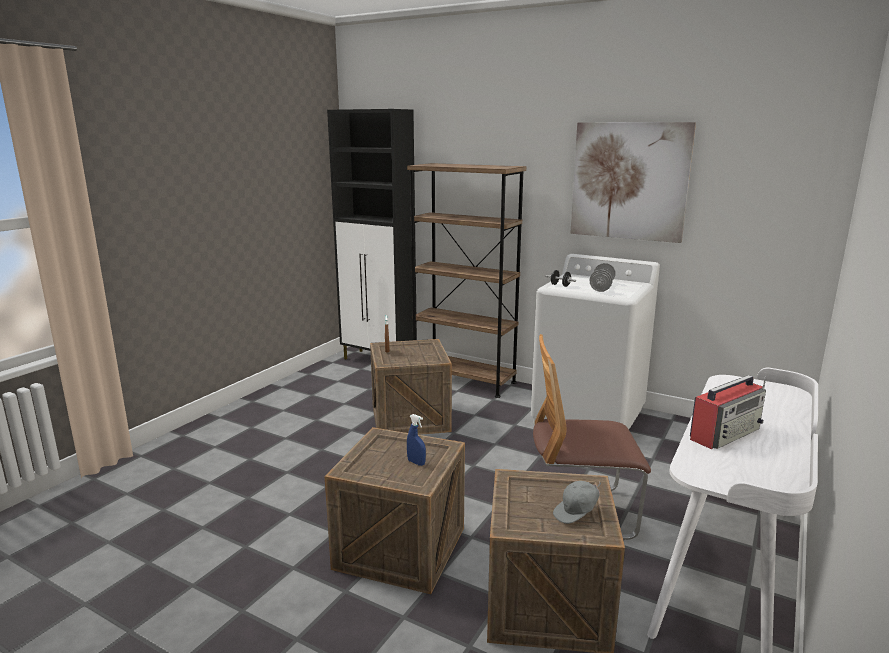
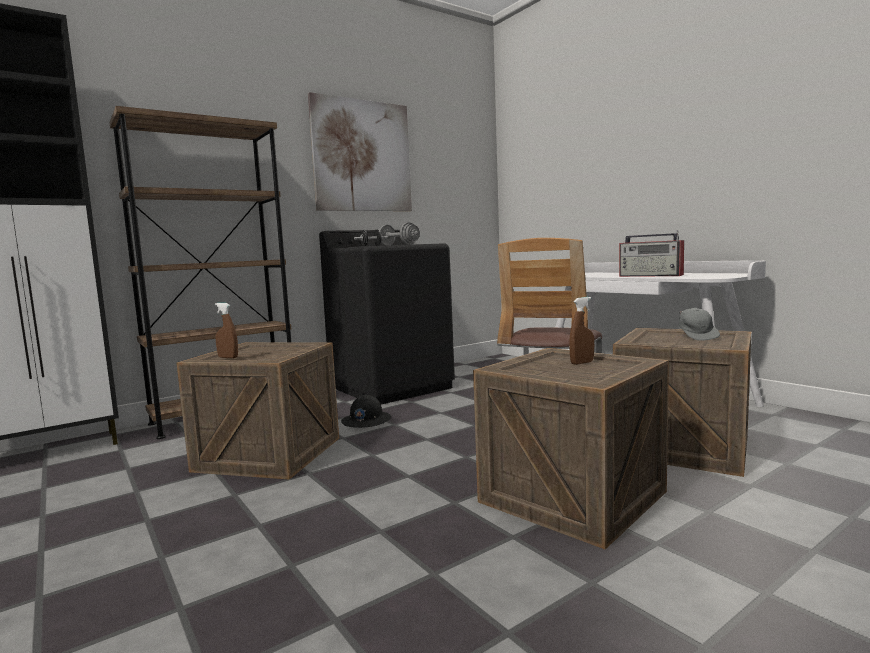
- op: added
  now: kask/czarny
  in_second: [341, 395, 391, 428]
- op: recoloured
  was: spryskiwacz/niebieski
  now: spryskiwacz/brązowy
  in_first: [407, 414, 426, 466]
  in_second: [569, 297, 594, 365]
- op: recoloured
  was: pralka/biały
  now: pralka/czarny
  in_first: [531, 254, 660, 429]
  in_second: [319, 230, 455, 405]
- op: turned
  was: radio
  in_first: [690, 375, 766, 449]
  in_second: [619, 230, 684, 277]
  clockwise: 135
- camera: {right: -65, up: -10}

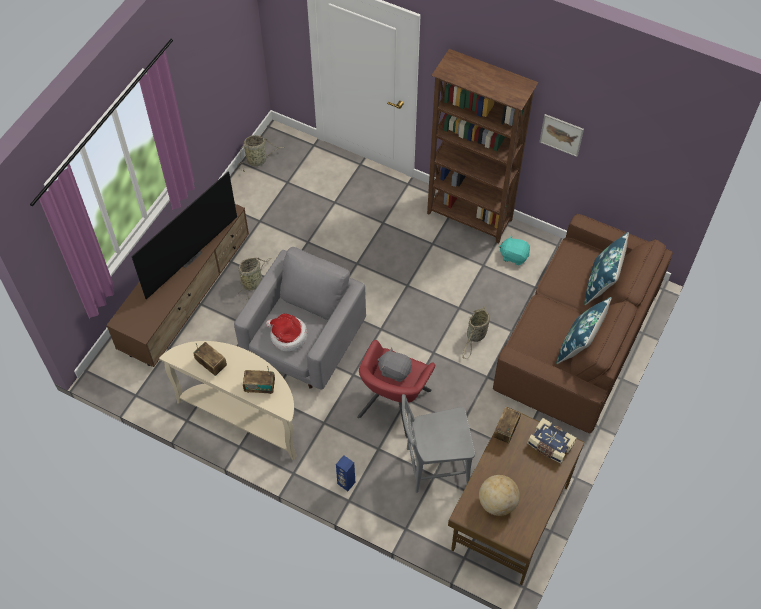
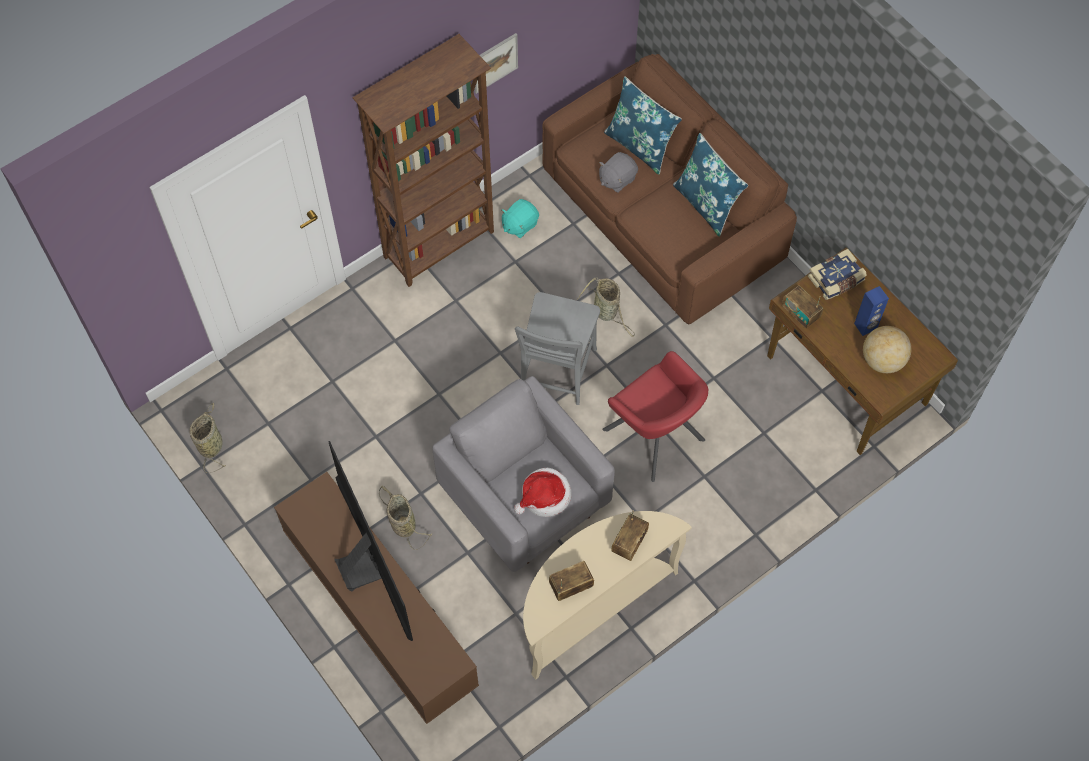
- op: moved
  was: głośnik/niebieski
  in_first: [336, 455, 356, 491]
  in_second: [854, 286, 889, 336]
- op: moved
  was: pluszak/szary
  in_first: [377, 347, 412, 382]
  in_second: [599, 152, 638, 193]
- op: moved
  was: krzesło/szary
  in_first: [402, 394, 475, 493]
  in_second: [515, 292, 600, 405]
- camera: {right: -65, up: 5}

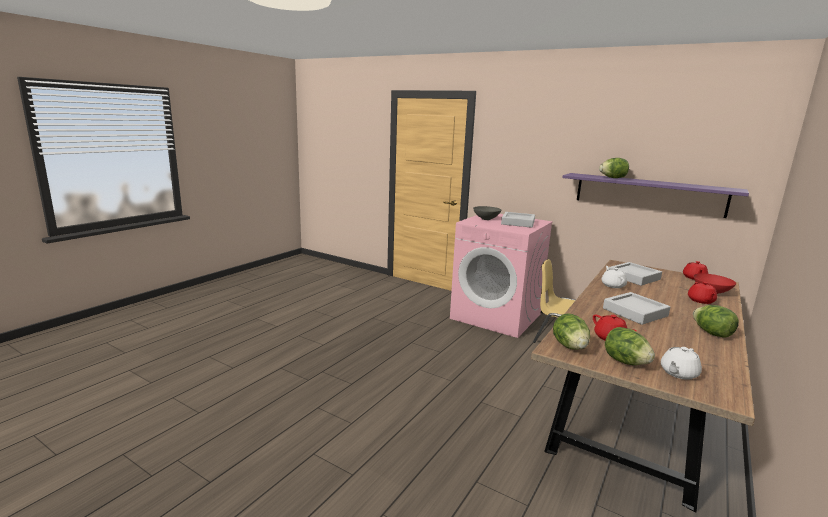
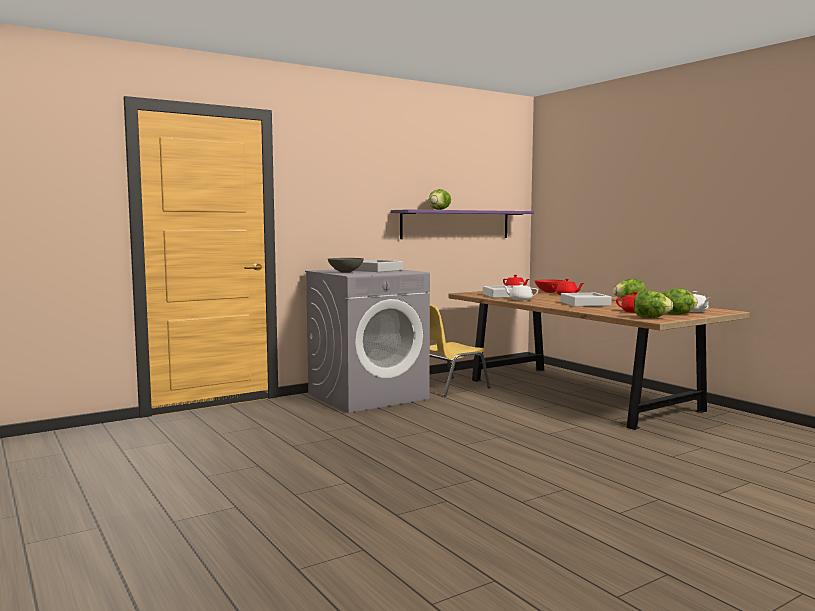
- op: recoloured
  was: pralka/różowy
  now: pralka/szary
  in_first: [450, 214, 553, 338]
  in_second: [305, 269, 430, 413]
- camera: {right: -65, up: -10}

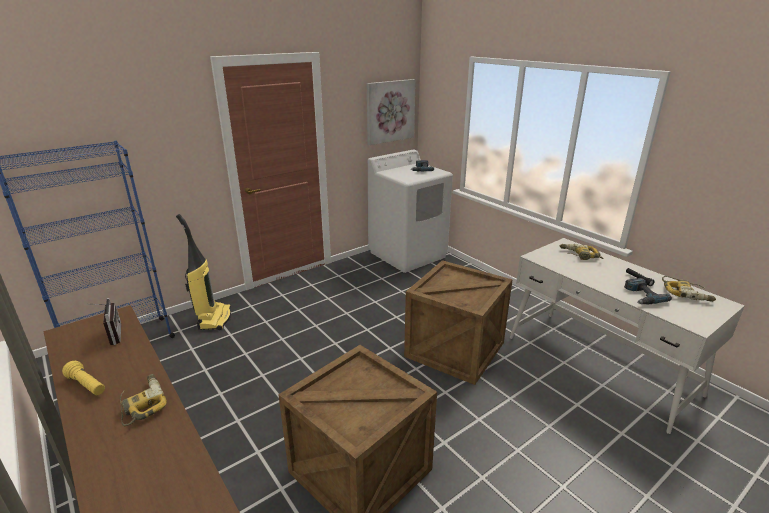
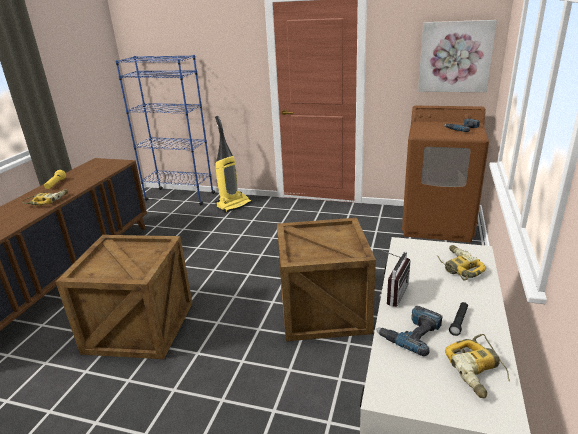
- op: moved
  was: radio
  in_first: [90, 298, 121, 345]
  in_second: [384, 251, 411, 307]
- op: recoloured
  was: pralka/biały
  now: pralka/brązowy
  in_first: [368, 149, 453, 273]
  in_second: [402, 106, 489, 242]
- camera: {right: 55, up: 0}

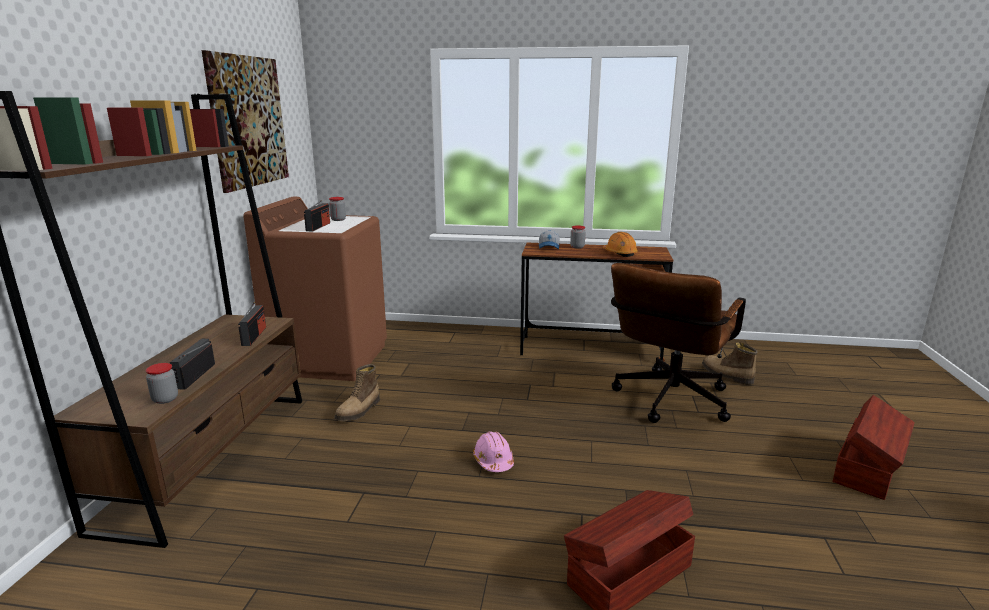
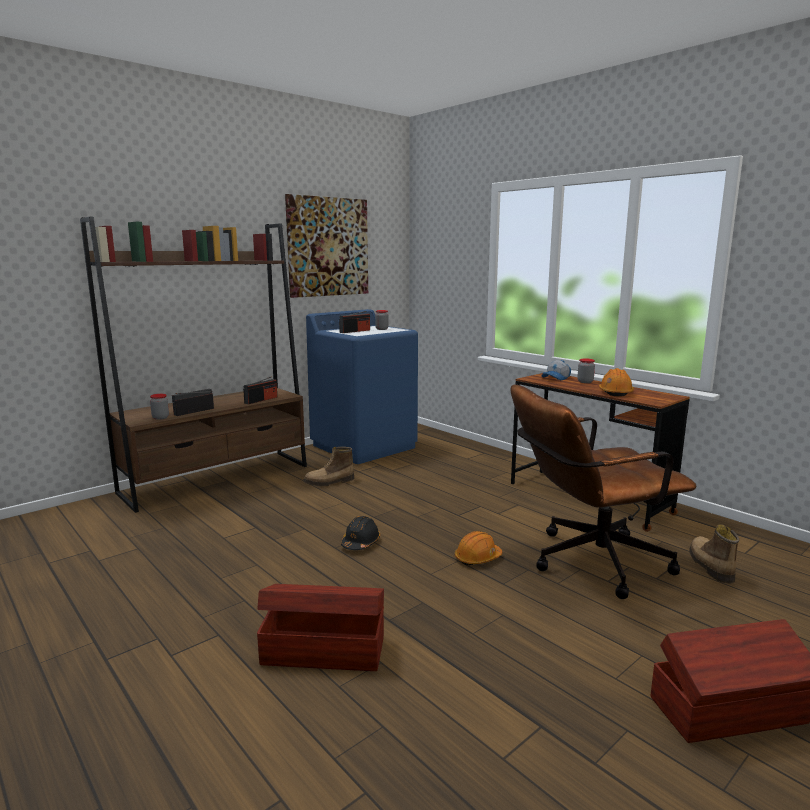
- op: added
  now: kask/pomarańczowy
  in_second: [455, 531, 502, 566]
- op: recoloured
  was: pralka/brązowy
  now: pralka/niebieski
  in_first: [243, 197, 387, 381]
  in_second: [306, 309, 418, 464]
- op: recoloured
  was: kask/różowy
  now: kask/czarny
  in_first: [473, 431, 514, 472]
  in_second: [341, 516, 380, 550]
- camera: {right: 40, up: -5}

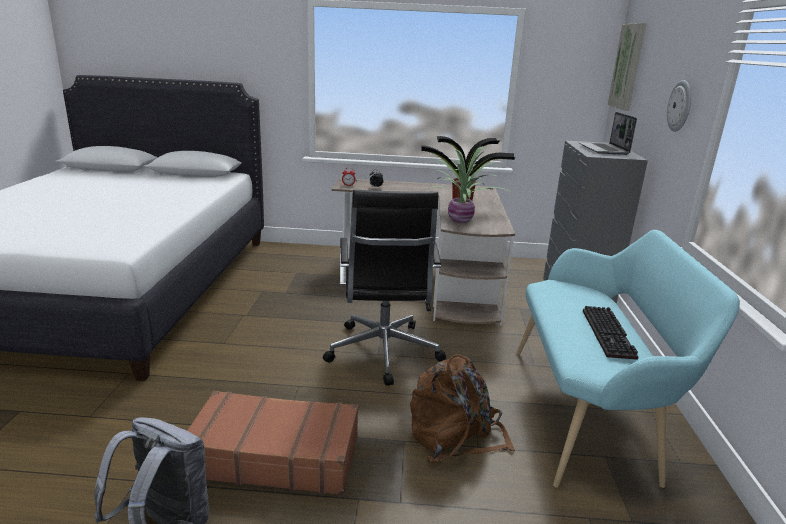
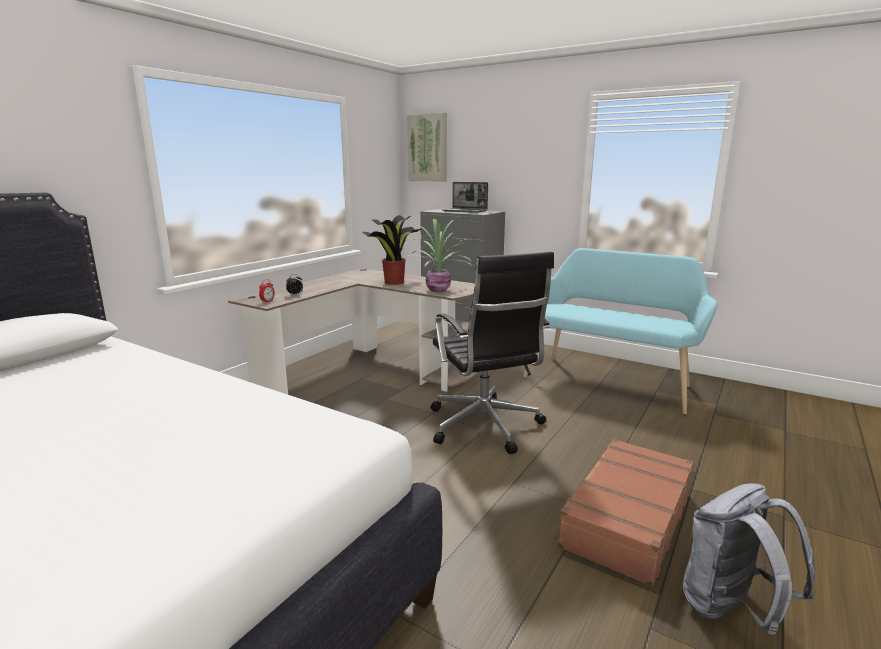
- op: removed
  was: plecak/brązowy
  in_first: [410, 354, 515, 463]
- op: removed
  was: klawiatura
  in_first: [583, 306, 638, 360]
- op: removed
  was: zegar ścienny
  in_first: [667, 80, 691, 132]
- op: turned
  was: krzesło biurowe/czarny
  in_first: [323, 190, 446, 386]
  in_second: [431, 252, 554, 454]
  clockwise: 45
- camera: {right: -60, up: -5}

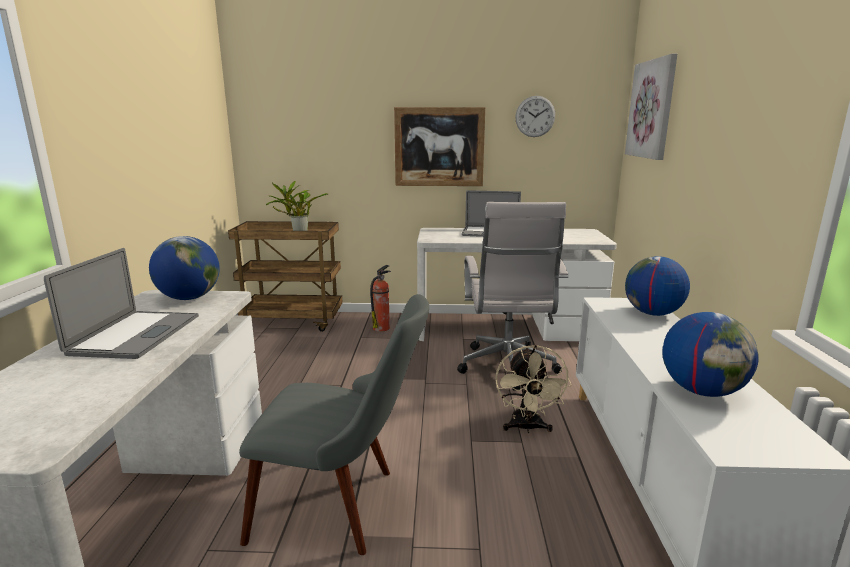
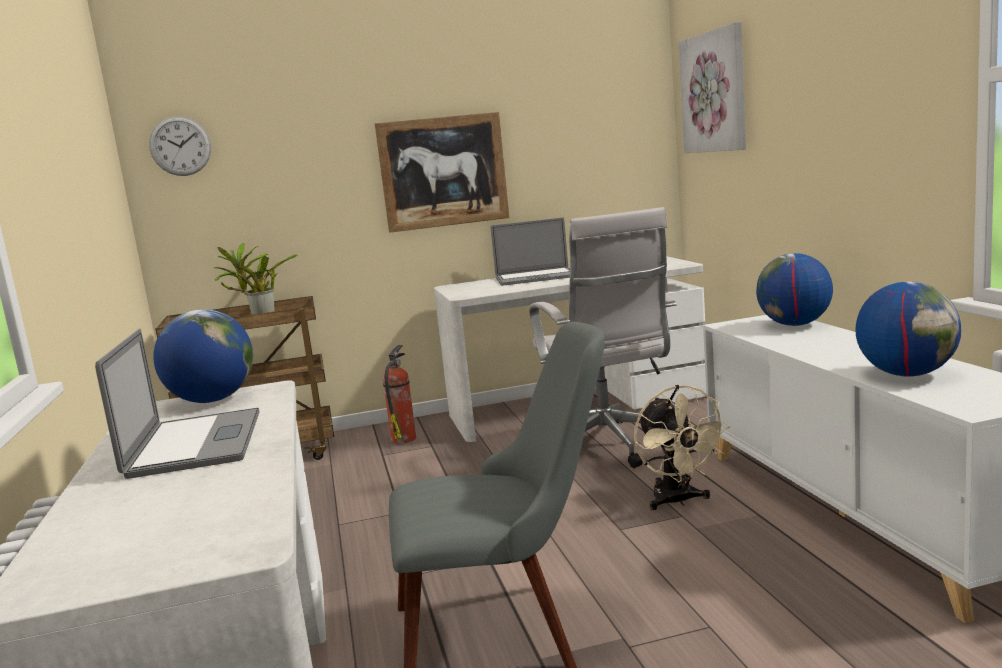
- op: moved
  was: zegar ścienny
  in_first: [515, 96, 555, 137]
  in_second: [149, 116, 211, 176]
- camera: {right: -15, up: -5}

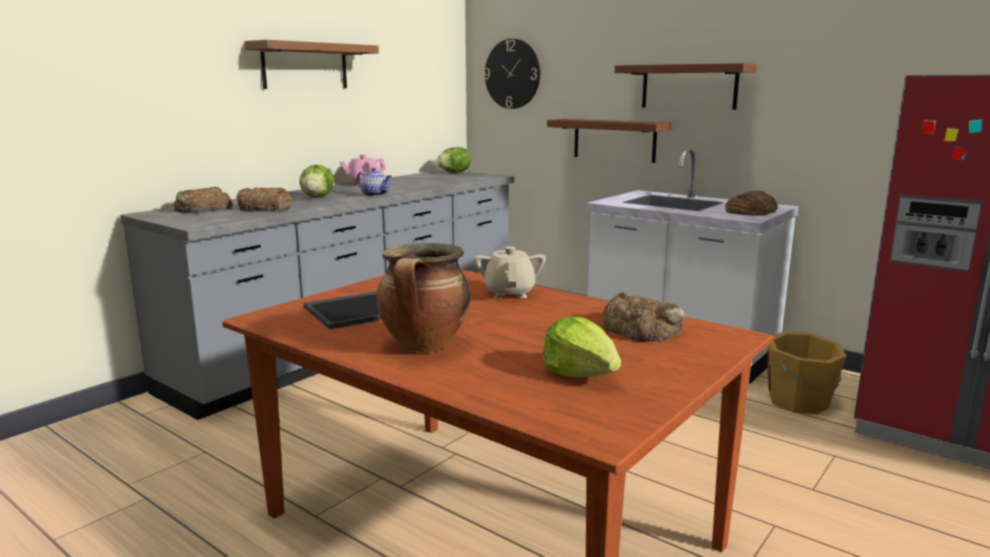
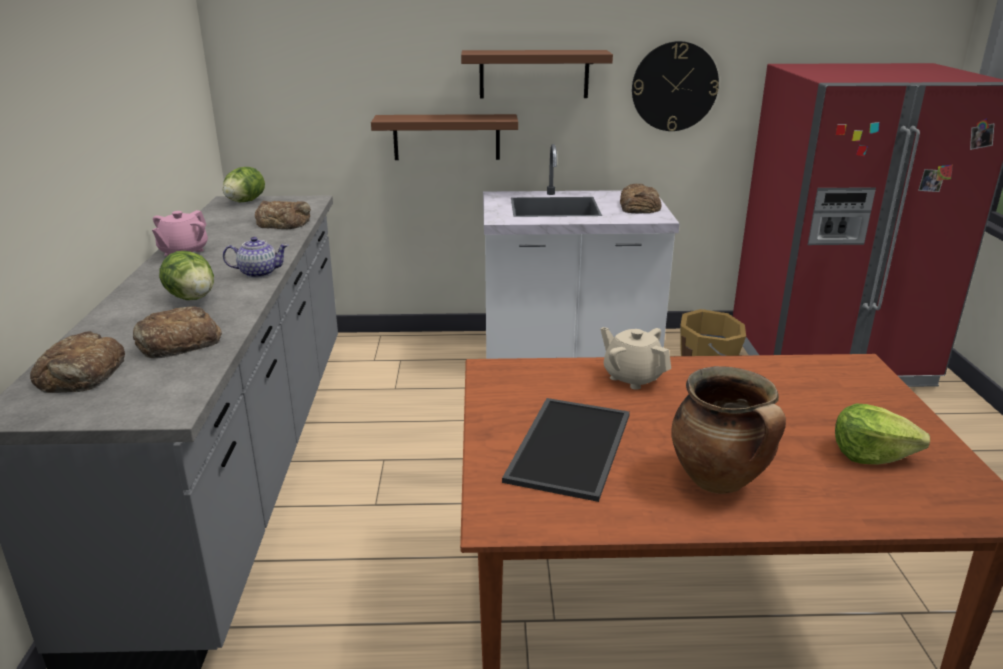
- op: removed
  was: półka/brązowy
  in_first: [244, 40, 379, 89]
- op: moved
  was: zegar ścienny
  in_first: [484, 39, 540, 109]
  in_second: [632, 41, 719, 131]
- op: moved
  was: chleb
  in_first: [603, 292, 685, 342]
  in_second: [255, 201, 311, 229]
- camera: {right: -40, up: 10}

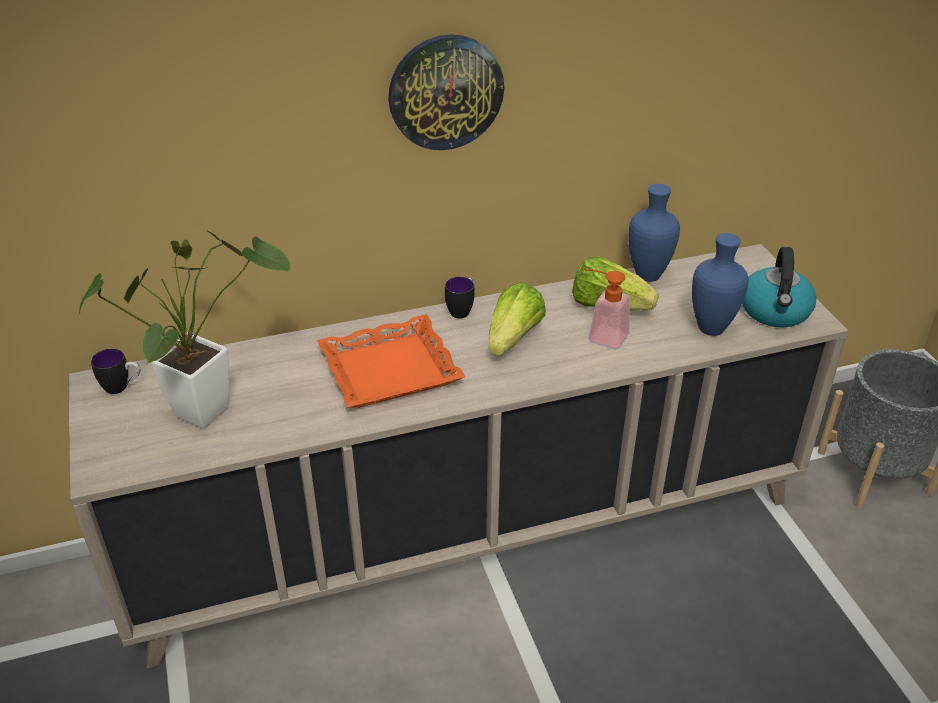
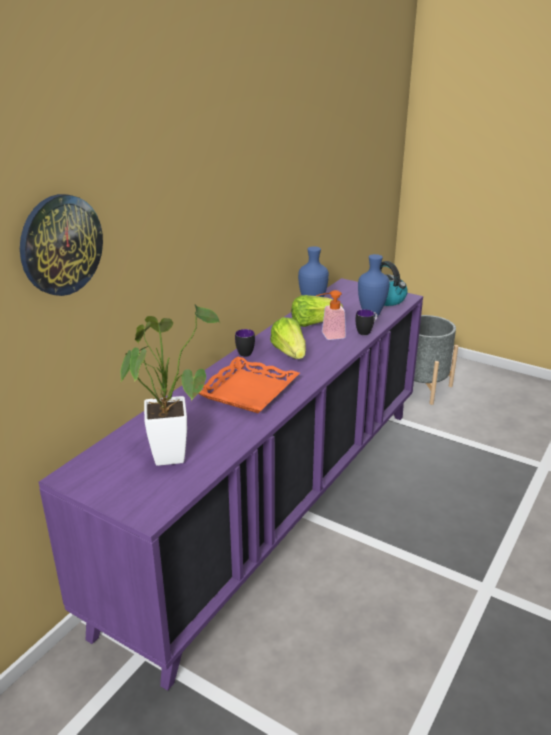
- op: moved
  was: kubek
  in_first: [91, 349, 140, 394]
  in_second: [355, 309, 377, 335]
- op: moved
  was: zegar ścienny
  in_first: [389, 34, 504, 150]
  in_second: [20, 194, 103, 296]
- op: recoloured
  was: szafka/beżowy
  now: szafka/fioletowy
  in_first: [68, 244, 848, 668]
  in_second: [39, 278, 423, 691]
- camera: {right: -40, up: -10}

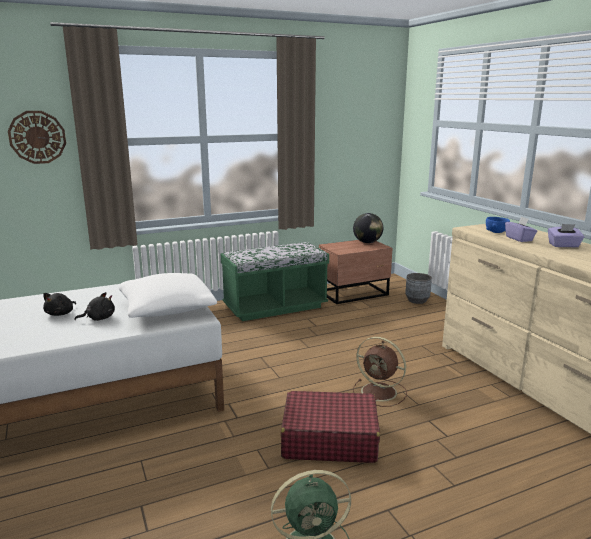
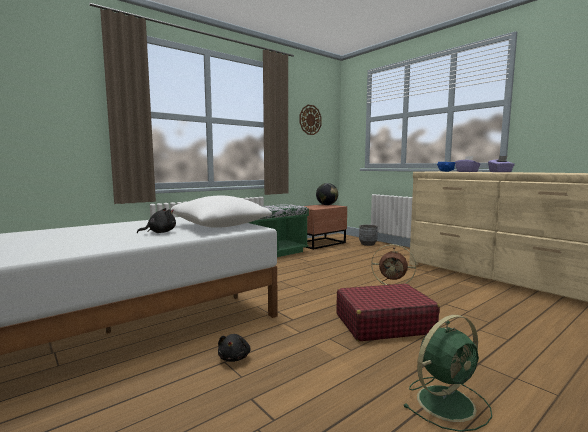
- op: moved
  was: zegar ścienny
  in_first: [8, 111, 66, 164]
  in_second: [300, 105, 322, 135]
- op: moved
  was: pluszak/czarny
  in_first: [43, 293, 76, 316]
  in_second: [218, 334, 251, 362]
- camera: {right: -15, up: -10}

